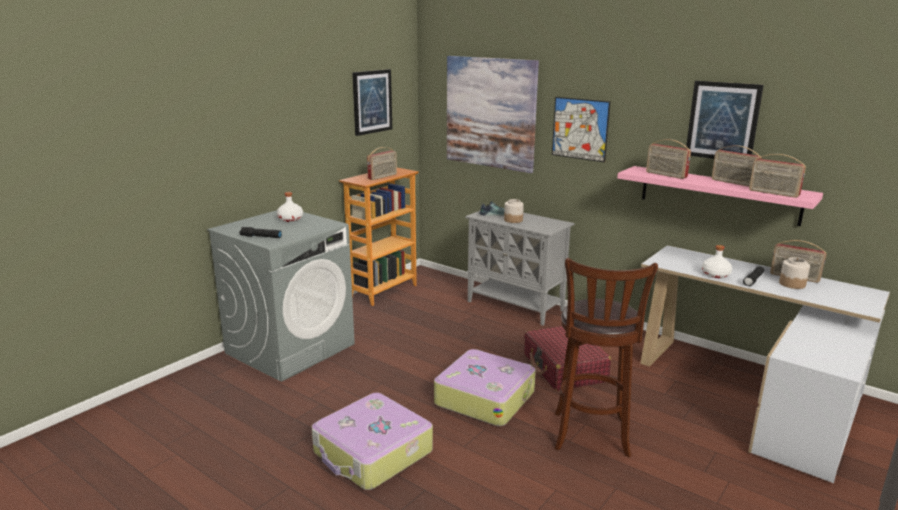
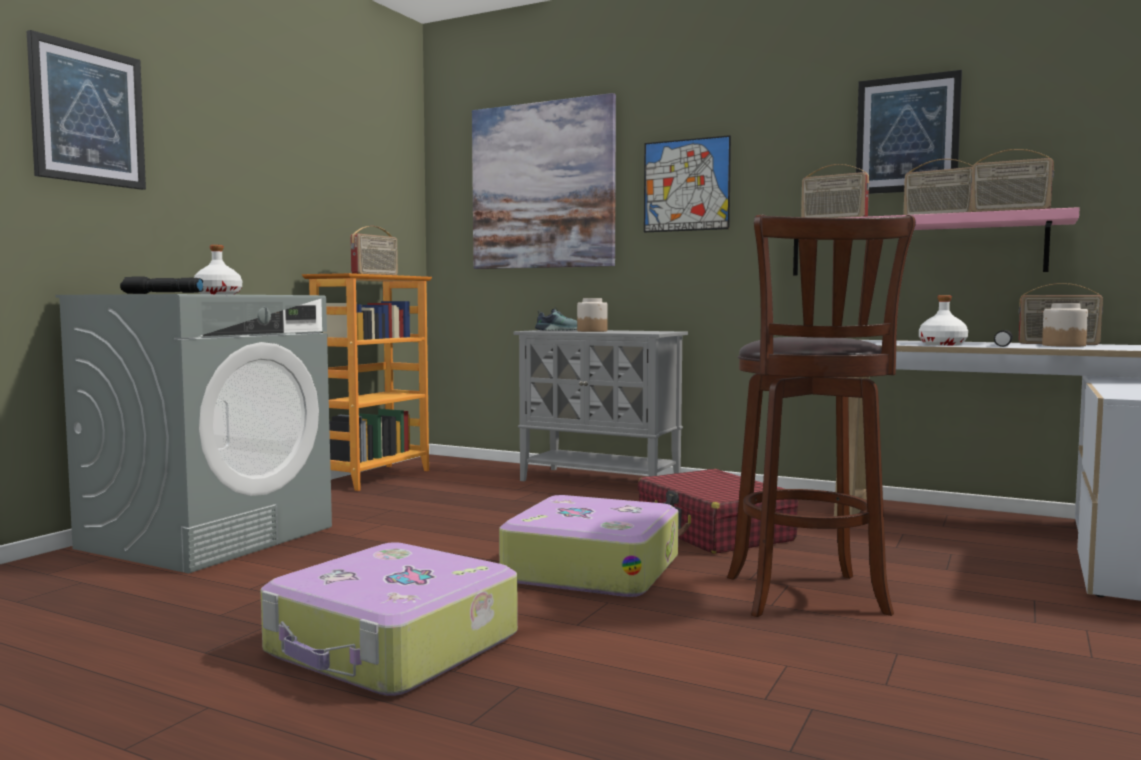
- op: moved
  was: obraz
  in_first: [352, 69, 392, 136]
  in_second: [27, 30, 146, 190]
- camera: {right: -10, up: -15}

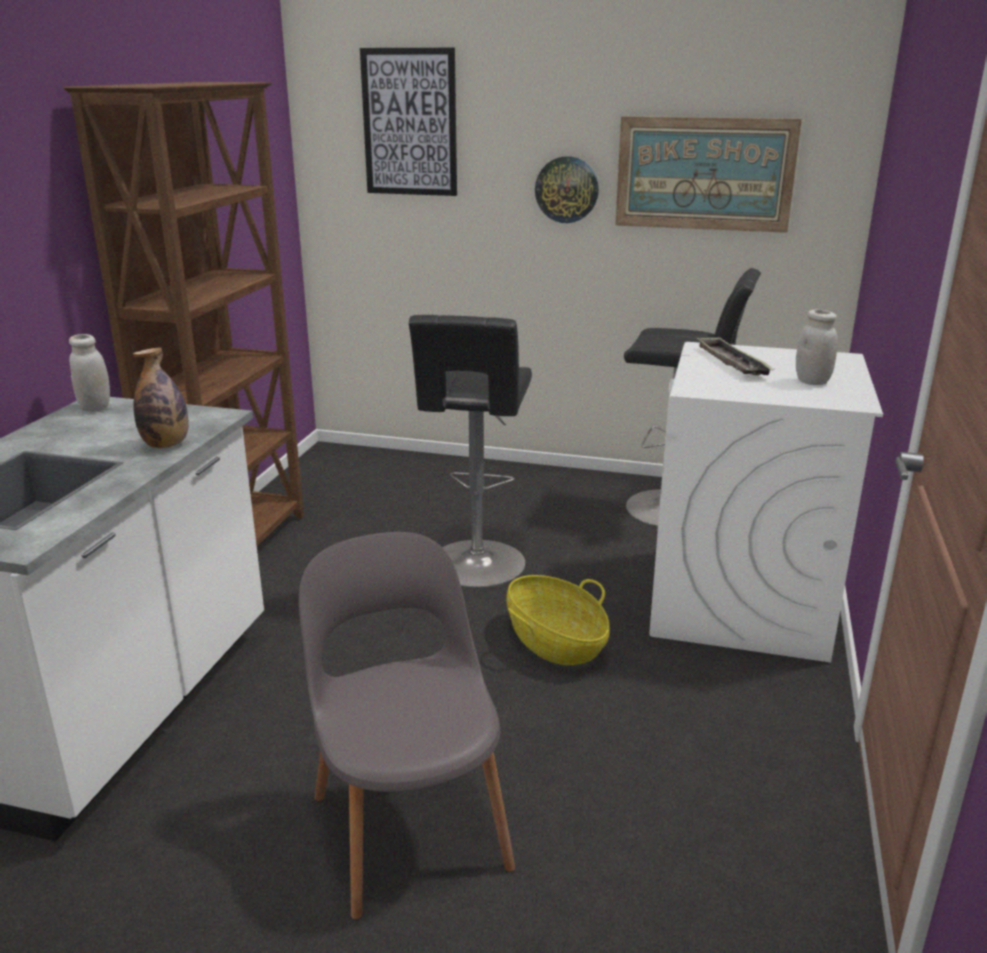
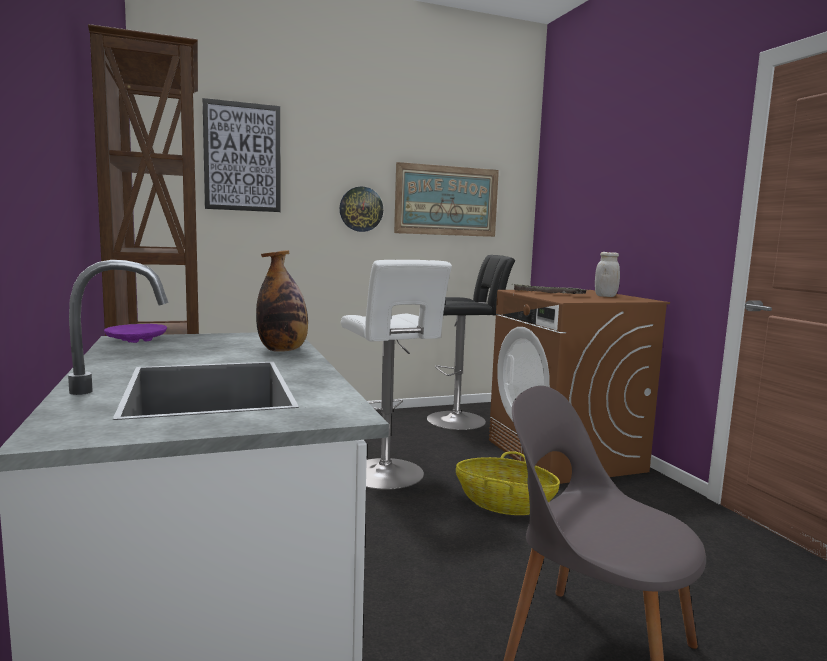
- op: replaced
  was: słoik/biały
  now: talerz/fioletowy
  in_first: [69, 334, 110, 412]
  in_second: [104, 324, 167, 343]
- op: recoloured
  was: stołek/czarny
  now: stołek/biały
  in_first: [409, 315, 532, 587]
  in_second: [341, 260, 452, 490]
- op: recoloured
  was: pralka/biały
  now: pralka/brązowy
  in_first: [649, 342, 883, 663]
  in_second: [489, 290, 670, 484]
- camera: {right: -35, up: -15}

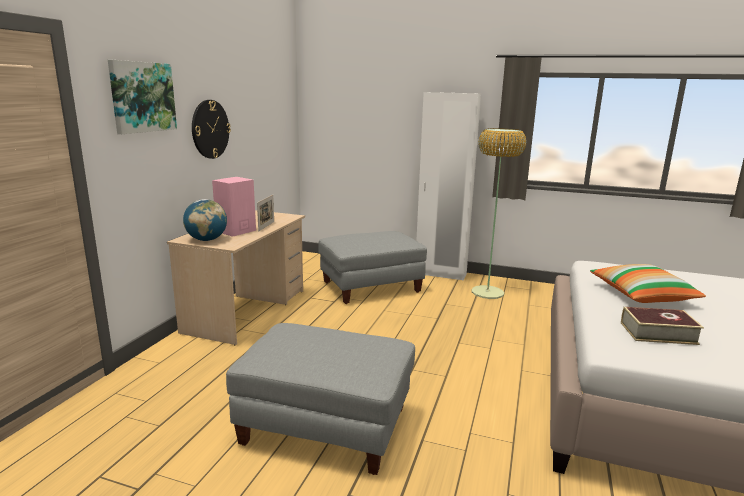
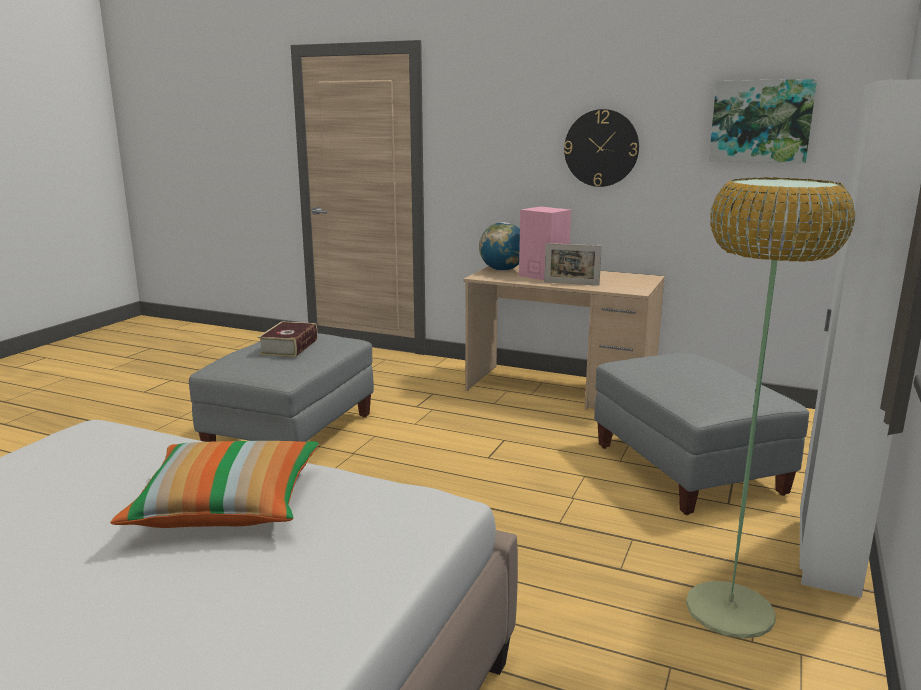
- op: moved
  was: obraz
  in_first: [108, 60, 177, 134]
  in_second: [709, 79, 817, 164]
- op: moved
  was: książka
  in_first: [621, 307, 704, 345]
  in_second: [258, 321, 318, 357]
- camera: {right: 95, up: 0}

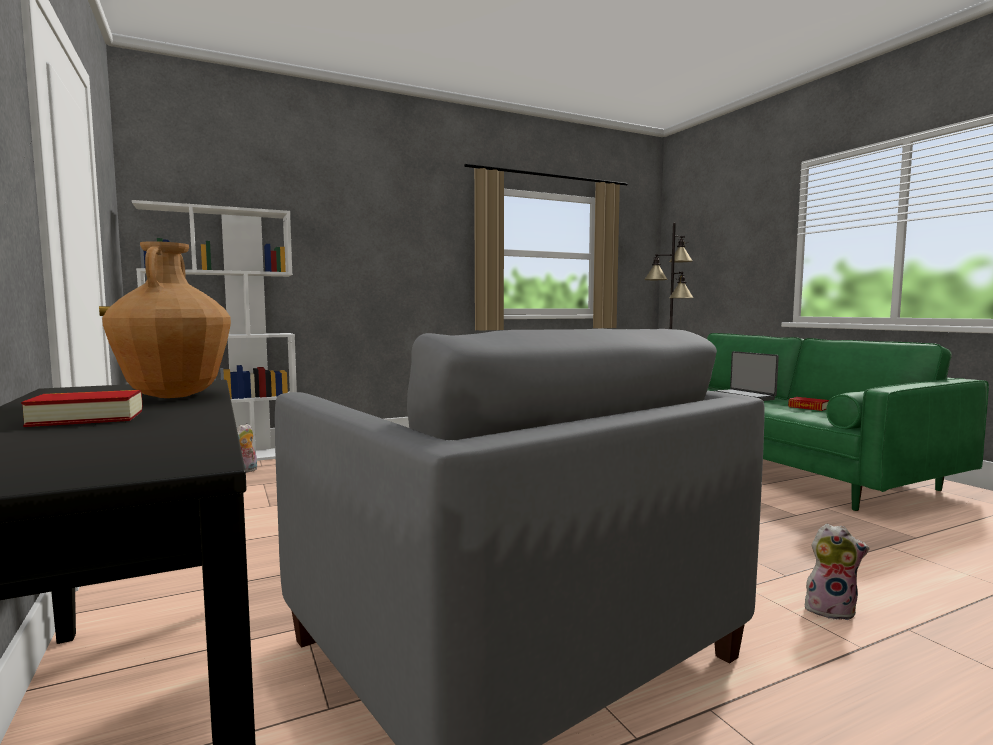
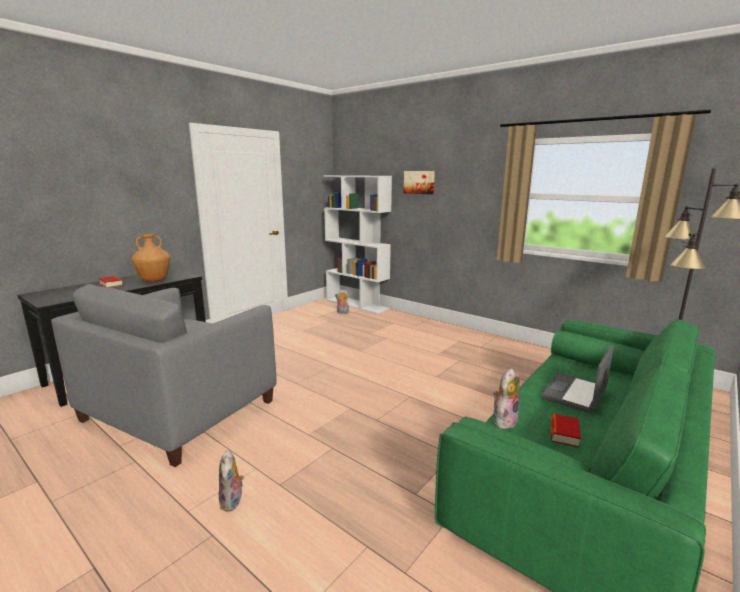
- op: added
  now: obraz
  in_second: [404, 171, 435, 195]
- op: added
  now: pluszak
  in_second: [493, 368, 520, 429]
- camera: {right: 65, up: 10}

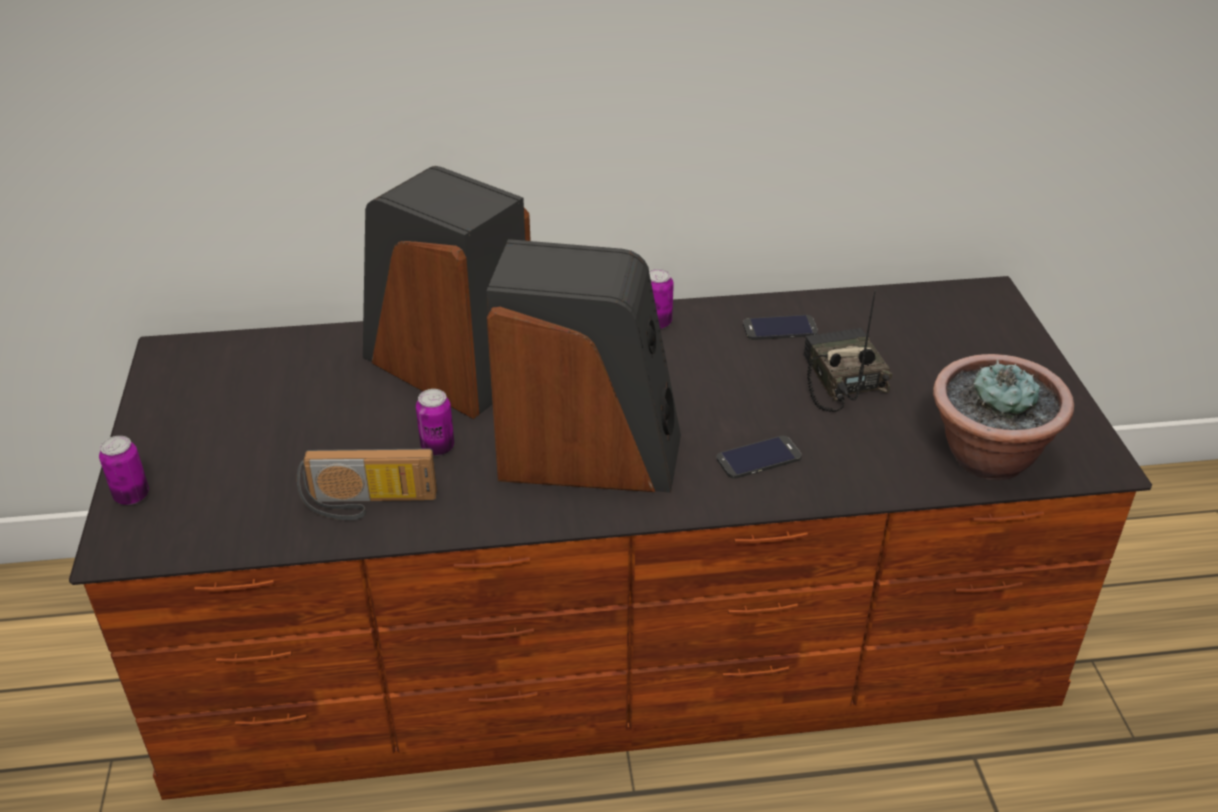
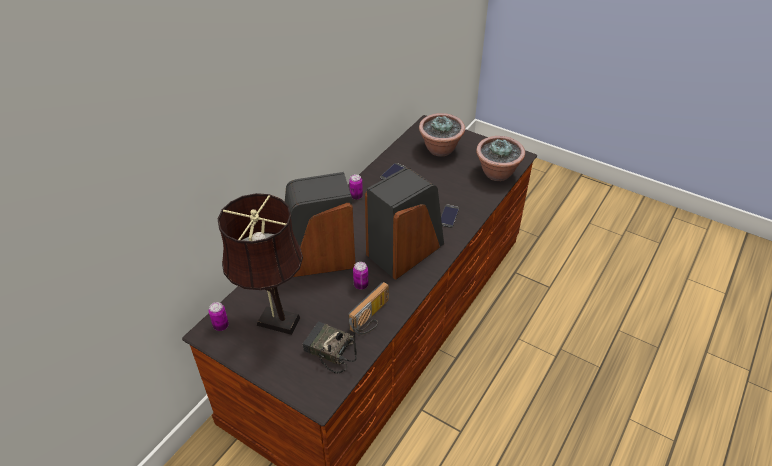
- op: added
  now: lampa stołowa/brązowy
  in_second: [218, 193, 303, 335]
- op: added
  now: roślina doniczkowa
  in_second: [419, 113, 465, 157]
- op: moved
  was: puszka
  in_first: [99, 436, 149, 505]
  in_second: [209, 302, 229, 331]
- op: moved
  was: radio
  in_first: [803, 290, 893, 412]
  in_second: [303, 319, 357, 374]
- camera: {right: -50, up: 5}

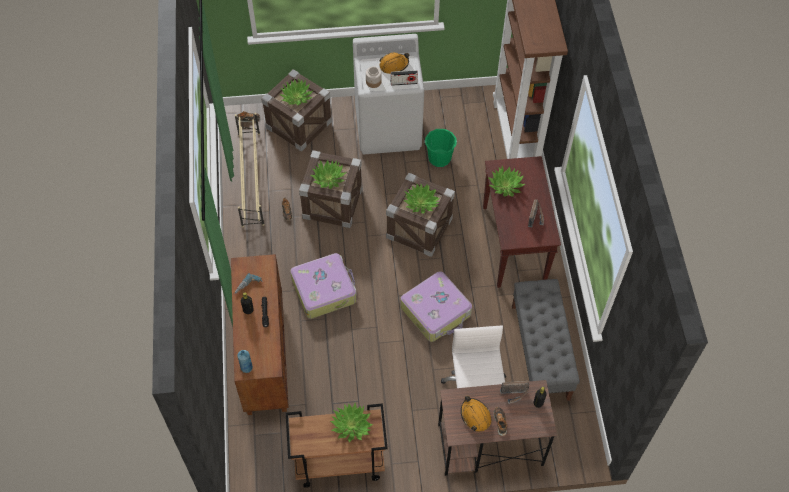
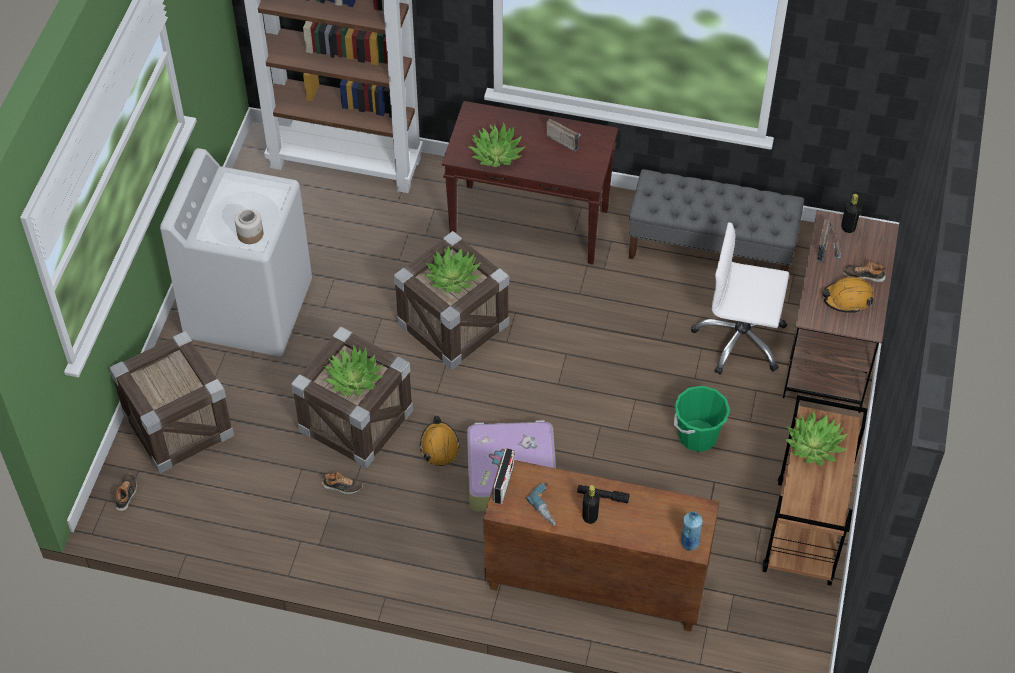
- op: removed
  was: regał na buty/beżowy
  in_first: [235, 113, 264, 228]
- op: removed
  was: roślina doniczkowa
  in_first: [279, 78, 314, 105]
- op: removed
  was: walizka
  in_first: [400, 271, 472, 342]
- op: moved
  was: kask/pomarańczowy
  in_first: [380, 53, 409, 74]
  in_second: [420, 416, 460, 466]
- op: moved
  was: radio
  in_first: [391, 70, 418, 86]
  in_second: [493, 448, 515, 504]
- op: moved
  was: wiadro/zielony
  in_first: [424, 129, 457, 167]
  in_second: [674, 386, 730, 452]
- camera: {right: -70, up: -5}

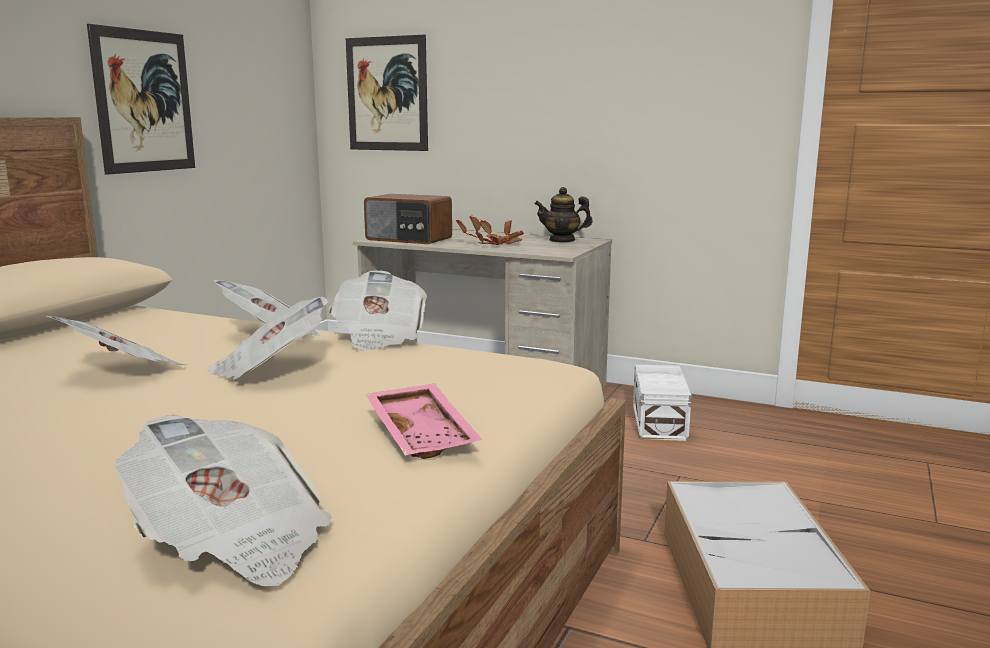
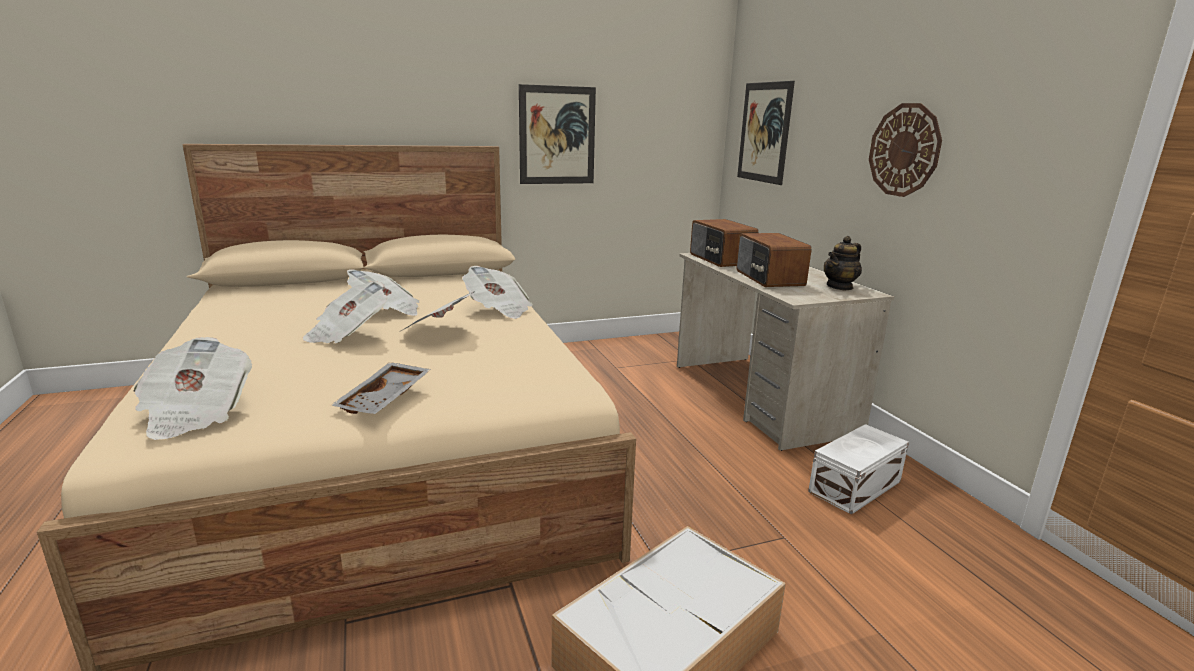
- op: added
  now: zegar ścienny
  in_second: [869, 103, 942, 197]
- op: moved
  was: gazeta
  in_first: [329, 270, 427, 351]
  in_second: [303, 281, 388, 343]
- op: replaced
  was: roślina doniczkowa
  now: radio
  in_first: [456, 216, 524, 245]
  in_second: [736, 233, 812, 287]
- op: recoloured
  was: taca/różowy
  now: taca/szary
  in_first: [365, 384, 483, 459]
  in_second: [331, 362, 431, 414]
- op: turned
  was: imbryk
  in_first: [534, 187, 593, 243]
  in_second: [824, 236, 862, 290]
  clockwise: -90
- camera: {right: 45, up: 5}

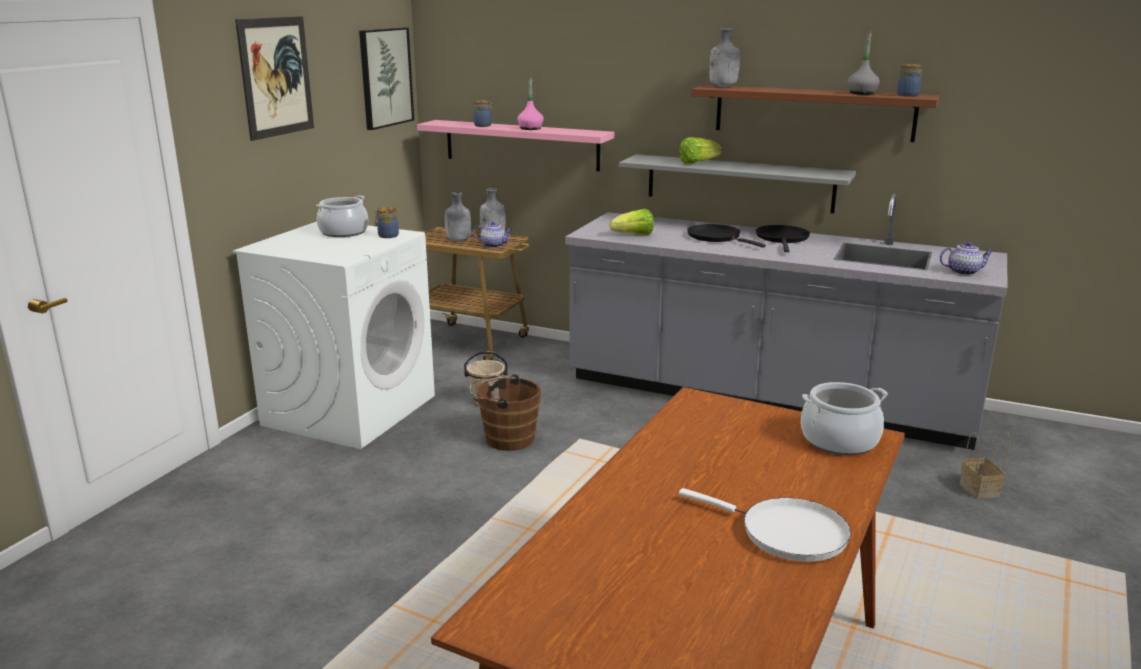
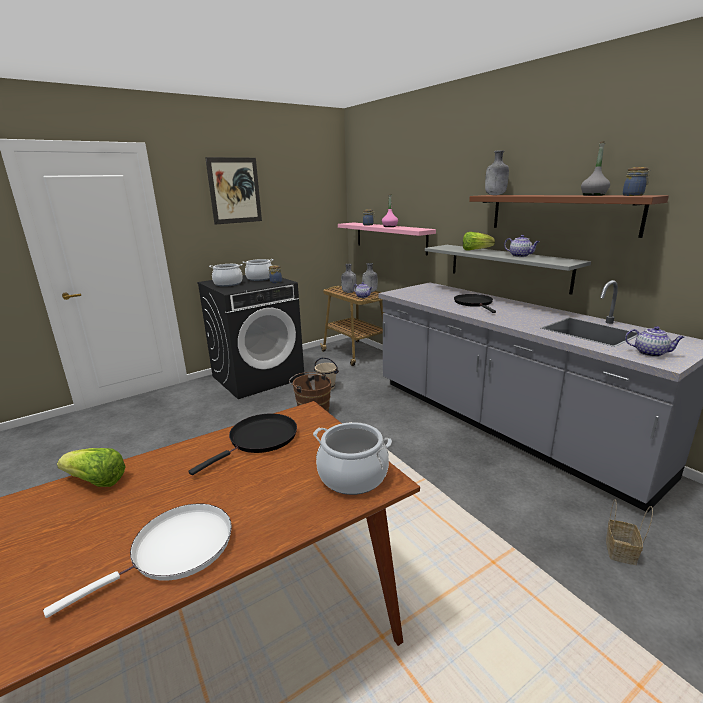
- op: removed
  was: obraz
  in_first: [359, 28, 414, 130]
- op: added
  now: garnek
  in_second: [209, 264, 243, 287]
- op: added
  now: imbryk
  in_second: [504, 235, 540, 257]
- op: moved
  was: sałata
  in_first: [610, 209, 654, 235]
  in_second: [57, 448, 126, 487]
- op: moved
  was: patelnia/czarny
  in_first: [756, 225, 810, 252]
  in_second: [188, 414, 297, 475]
- op: recoloured
  was: pralka/biały
  now: pralka/czarny
  in_first: [233, 222, 435, 449]
  in_second: [197, 275, 304, 399]
- op: turned
  was: patelnia/biały
  in_first: [679, 488, 851, 562]
  in_second: [43, 504, 232, 618]
  clockwise: -105
- camera: {right: 30, up: 0}

